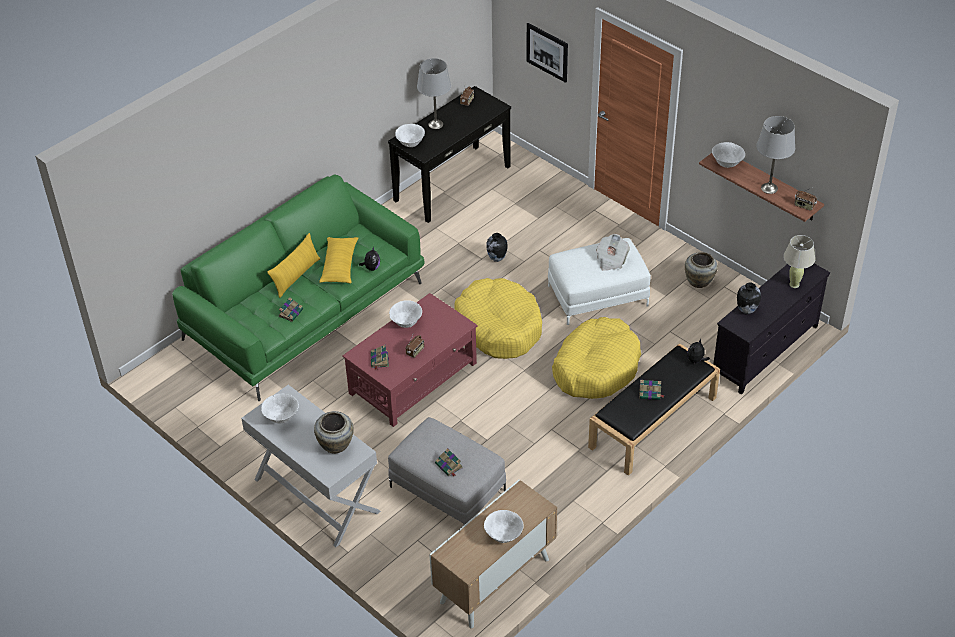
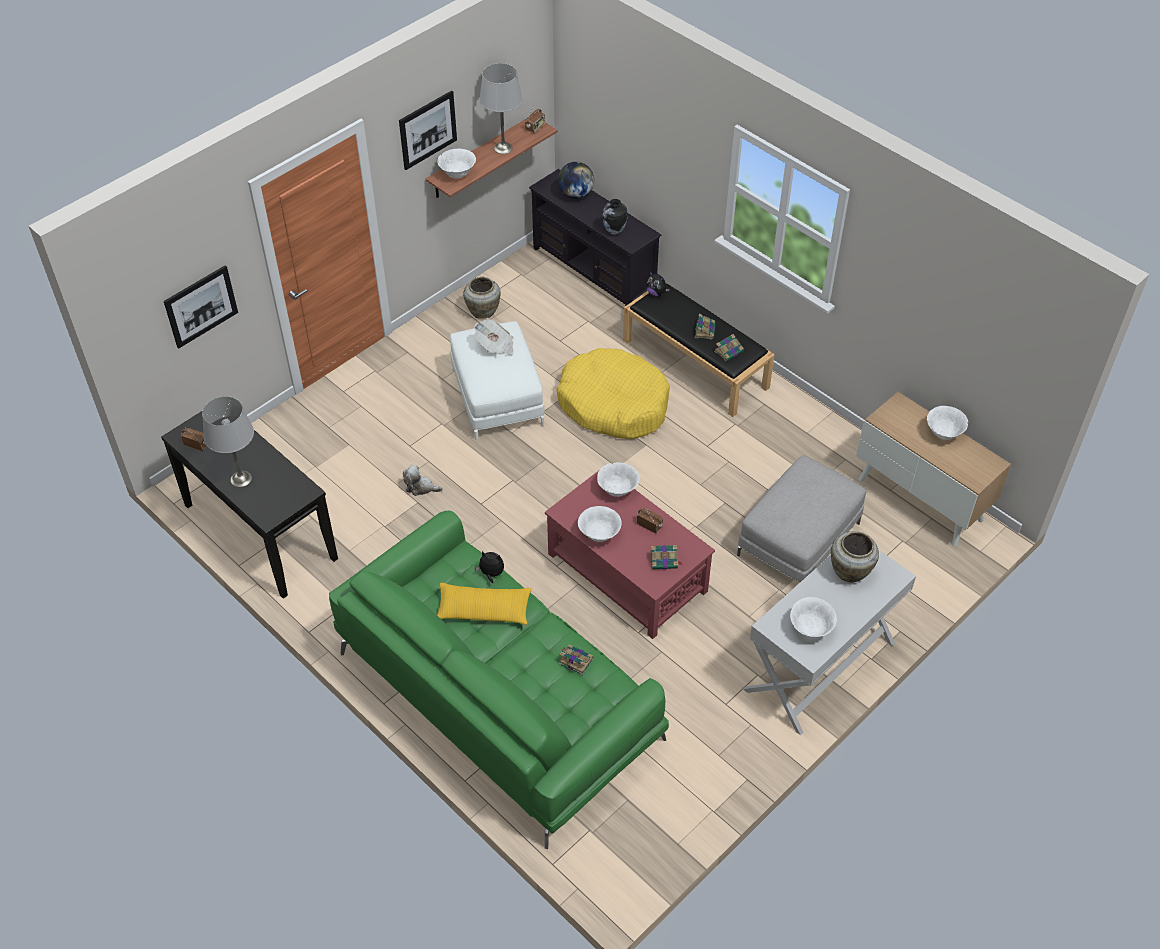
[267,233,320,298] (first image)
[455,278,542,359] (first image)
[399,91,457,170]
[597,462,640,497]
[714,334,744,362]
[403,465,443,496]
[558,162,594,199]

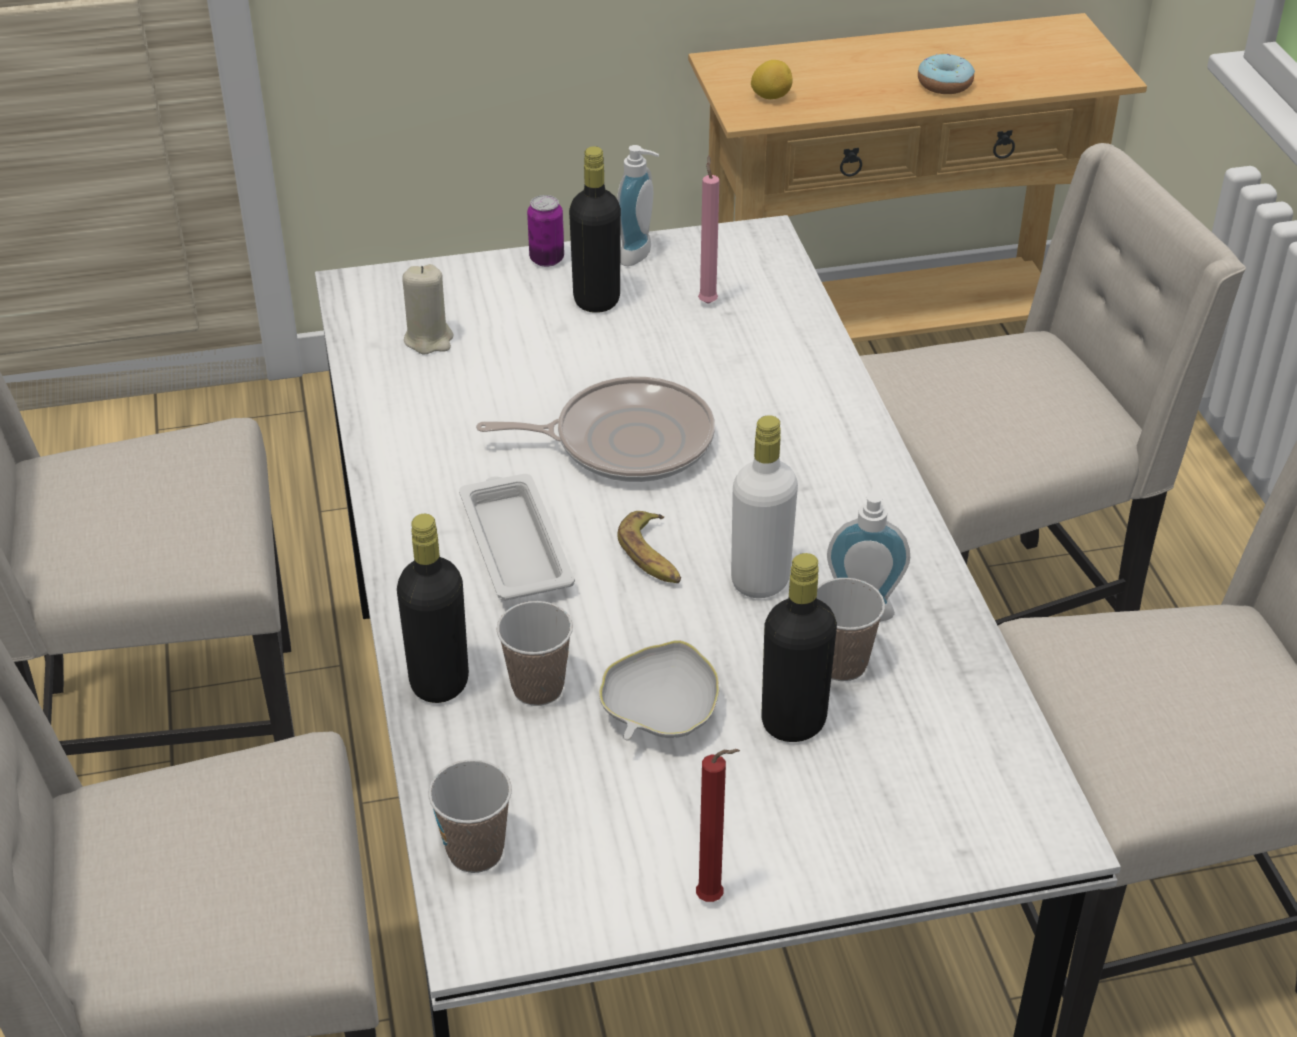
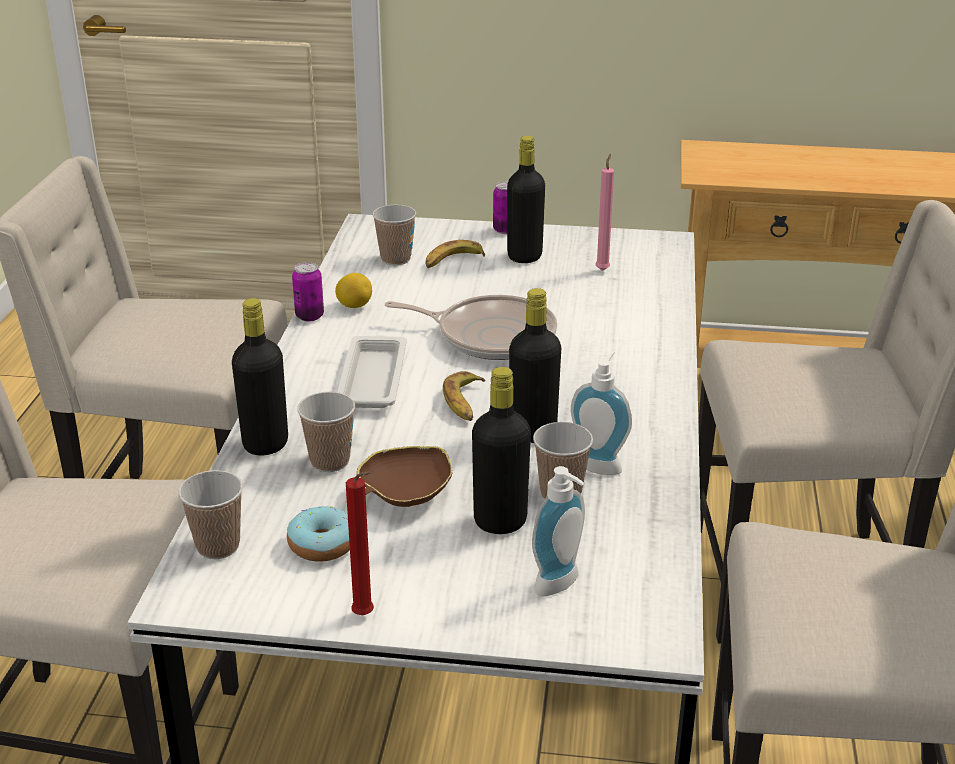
[292,262,324,321]
[425,240,485,268]
[532,466,585,596]
[335,273,372,308]
[287,506,350,562]
[372,205,416,265]
[357,446,453,507]
[509,288,561,443]

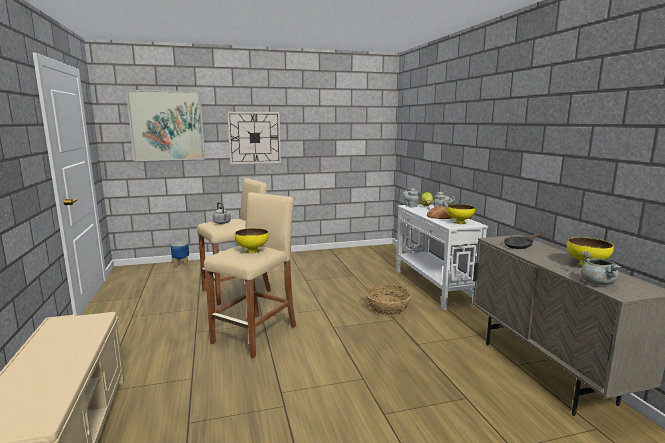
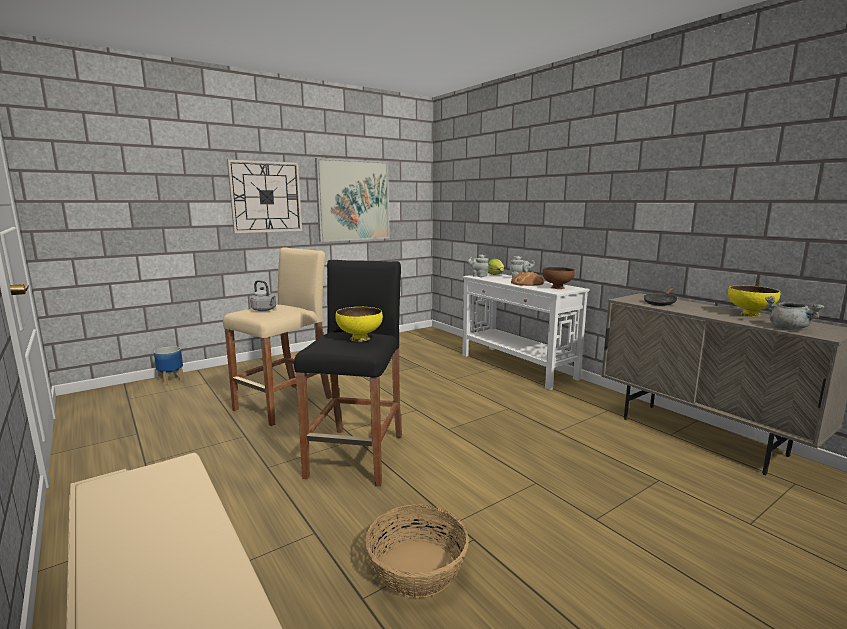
[315,158,390,242]
[365,504,469,598]
[294,260,402,487]
[542,267,575,289]

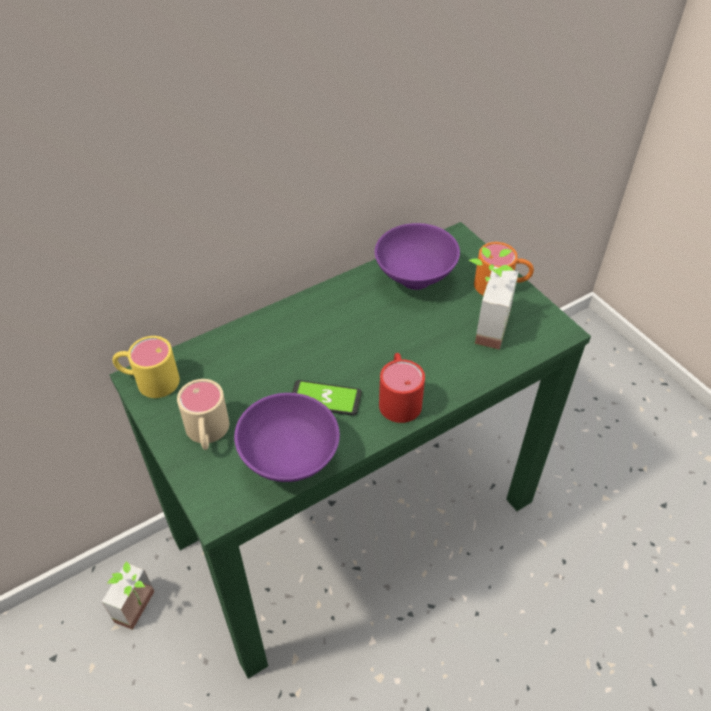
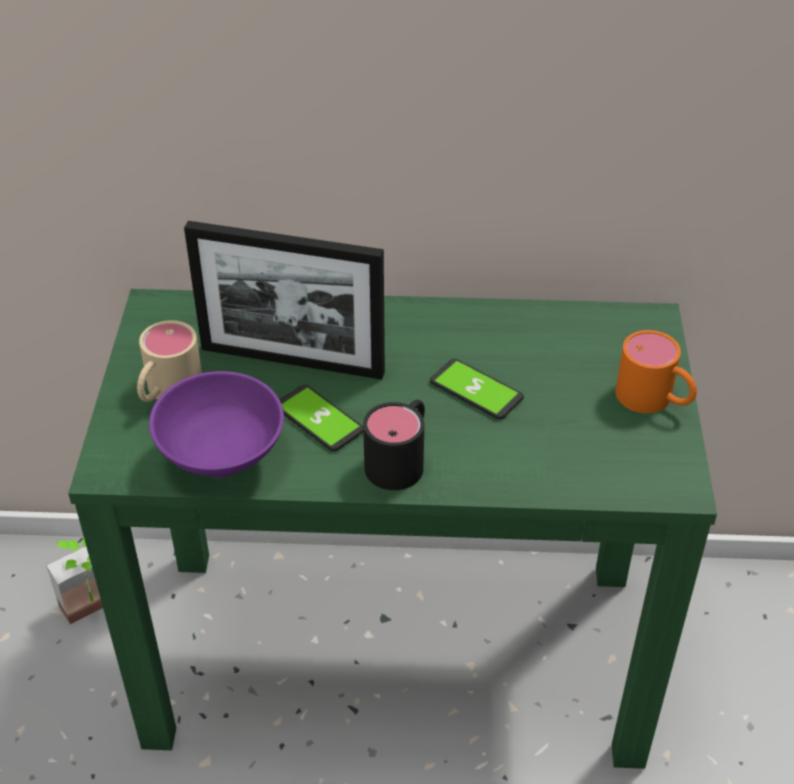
[112,336,180,398] (first image)
[375,223,460,290] (first image)
[468,247,519,350] (first image)
[184,221,385,380]
[430,358,524,419]
[363,400,425,490]

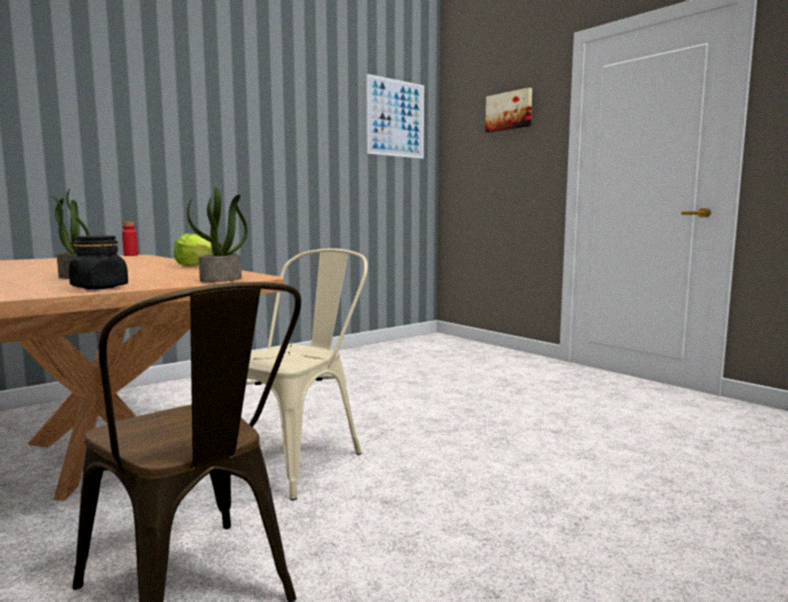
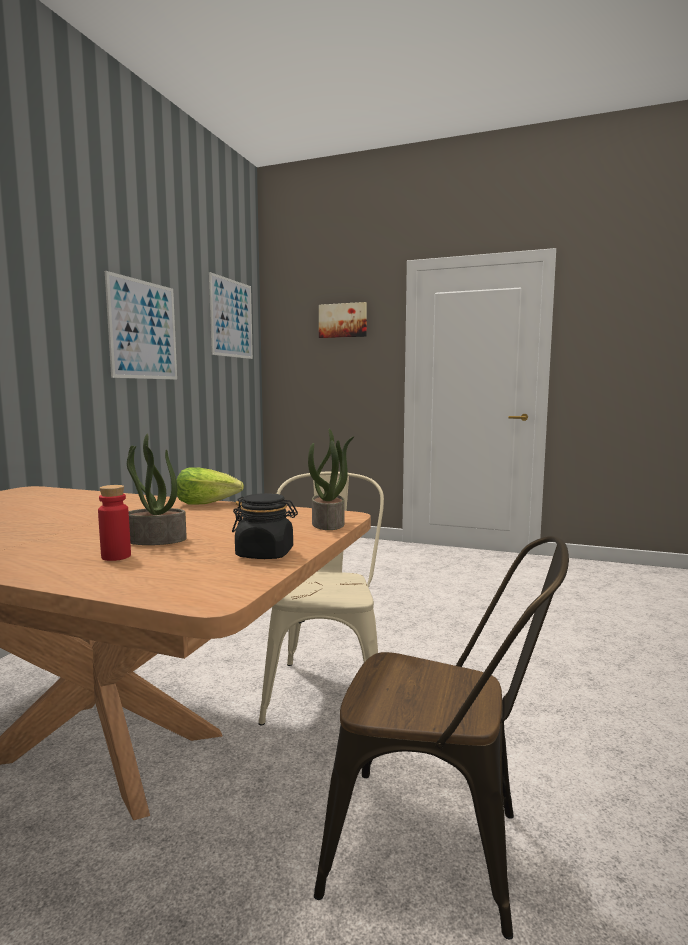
[105,271,177,380]
[98,485,131,561]

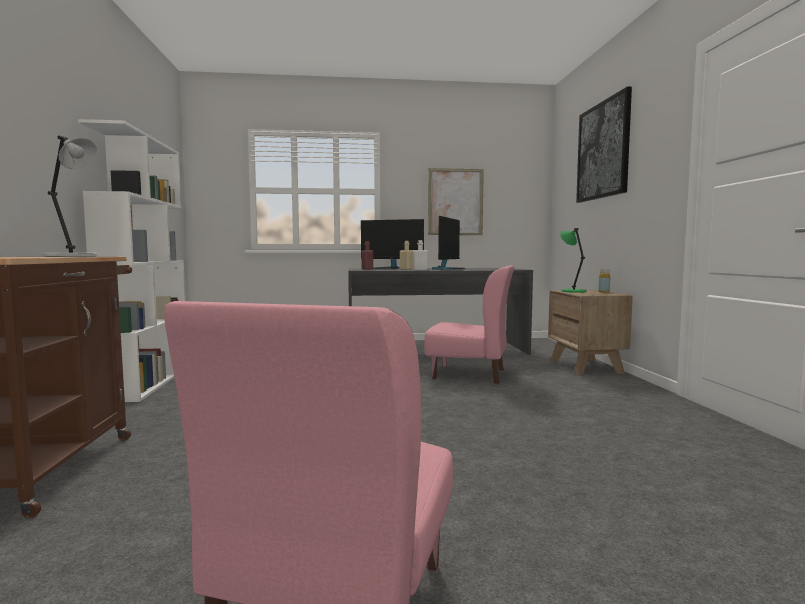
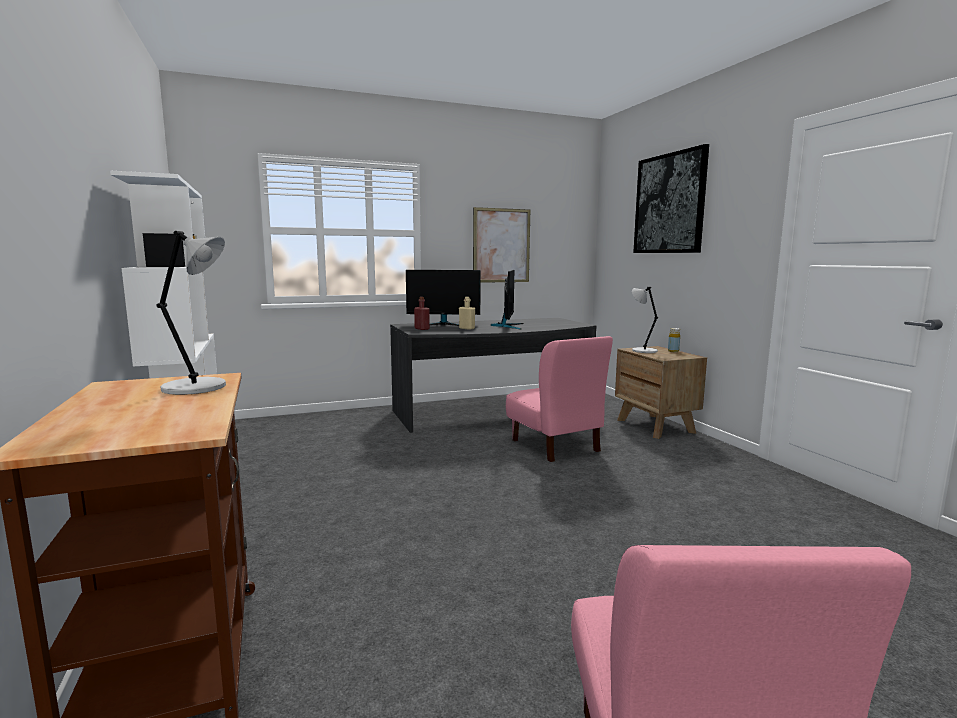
[412,240,429,271] (first image)
[632,287,658,353]
[506,336,613,462]

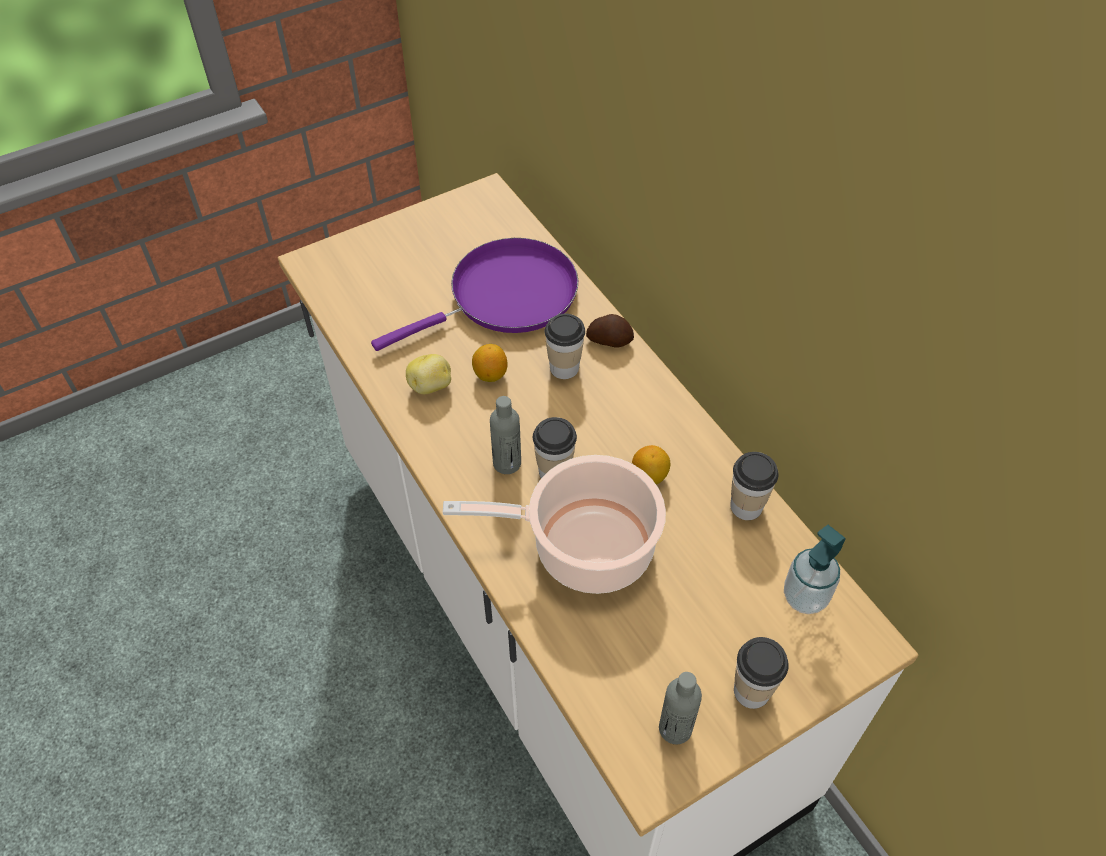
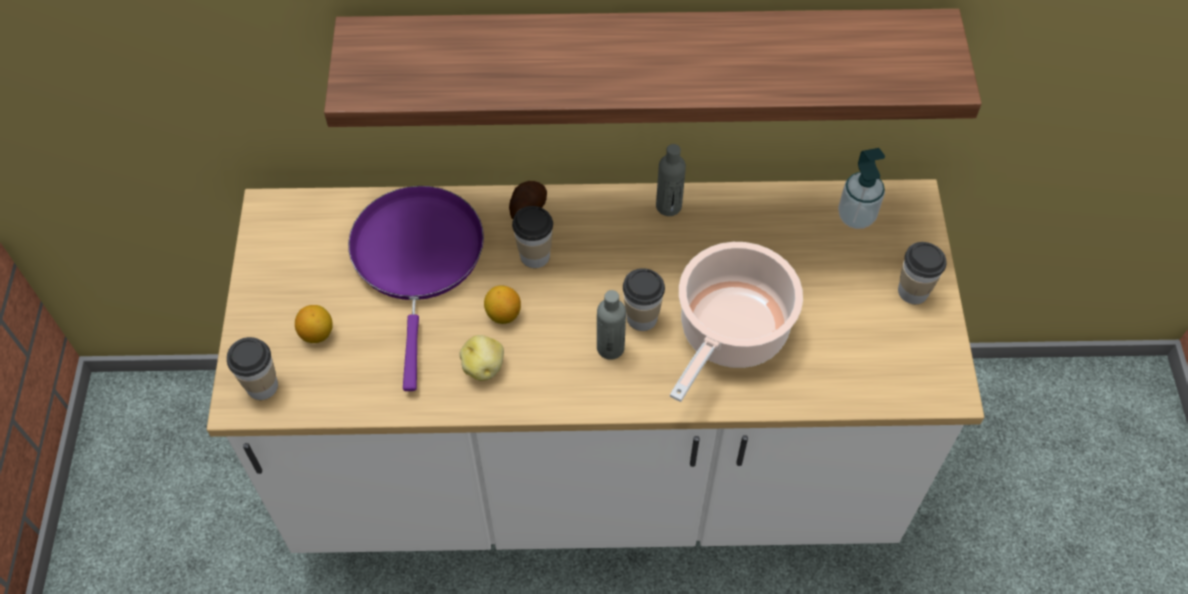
[324,9,982,127]
[295,305,333,343]
[656,144,686,216]
[227,337,278,400]

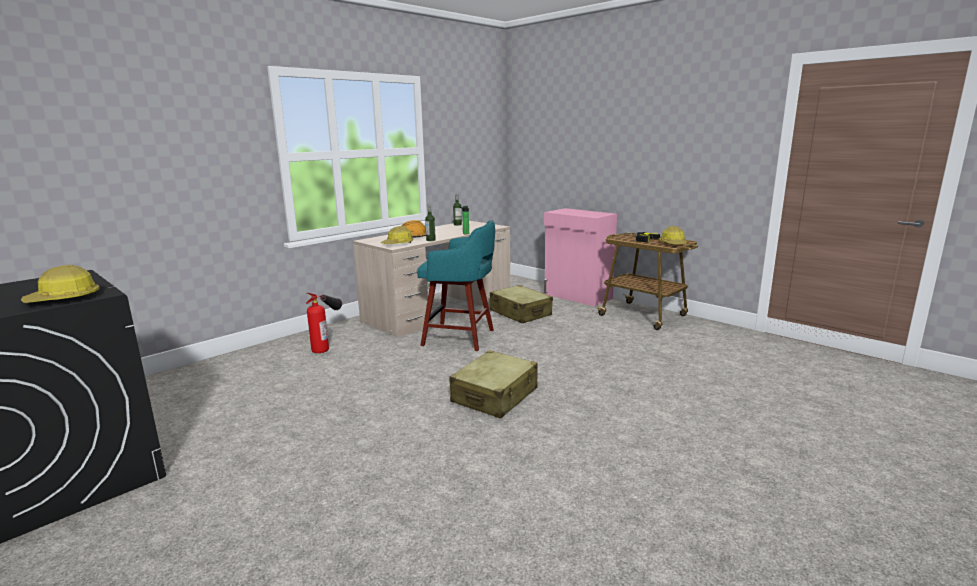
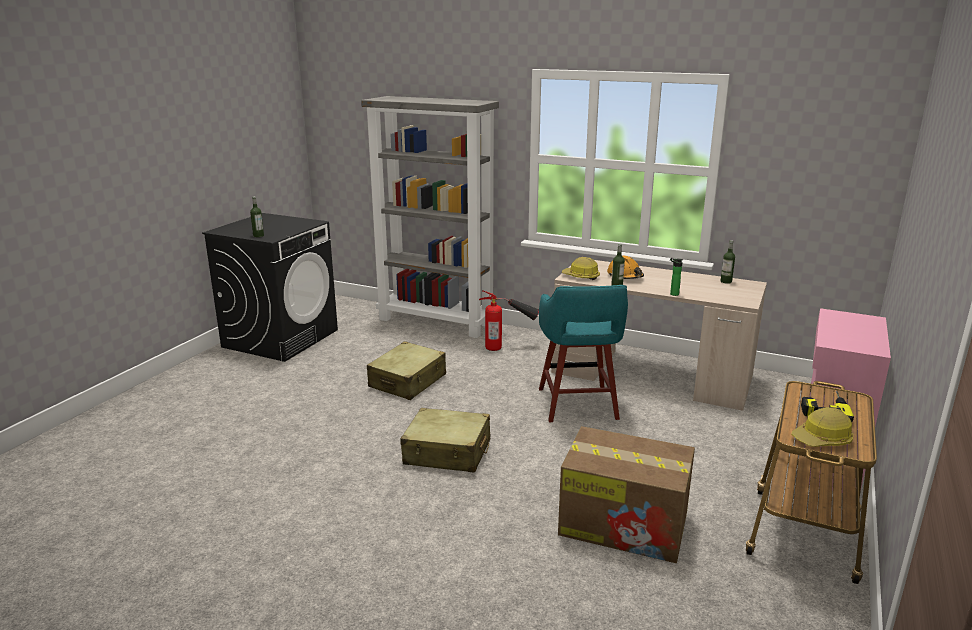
[361,96,499,338]
[558,426,695,563]
[367,341,446,400]
[250,196,264,237]

